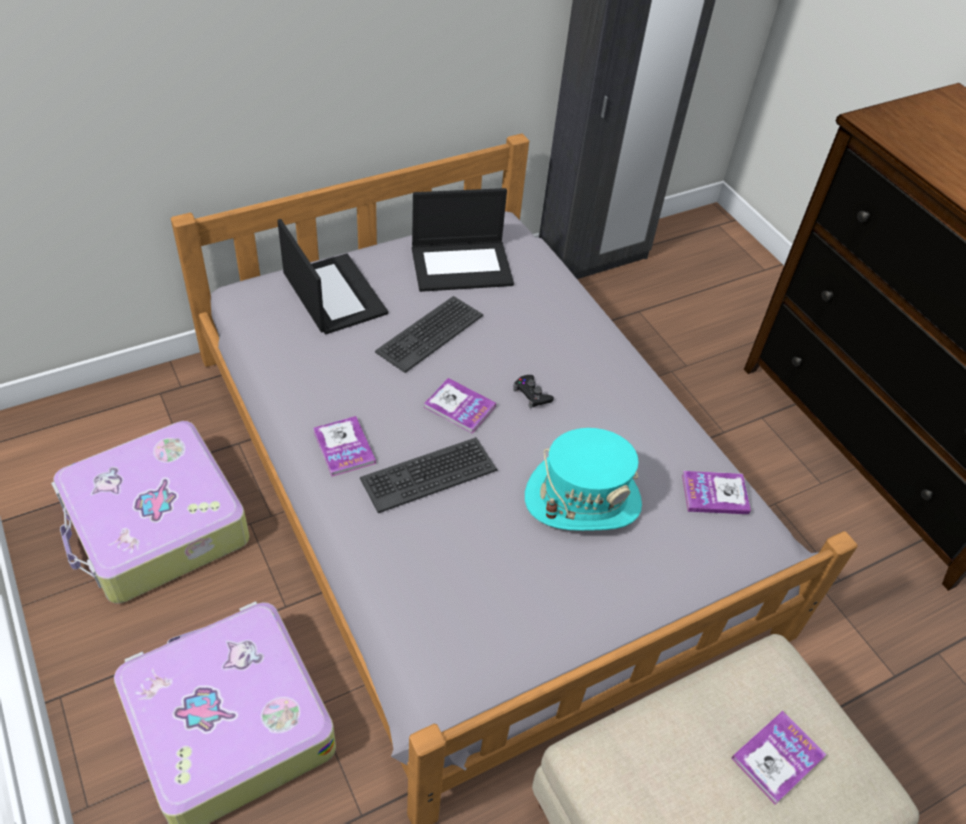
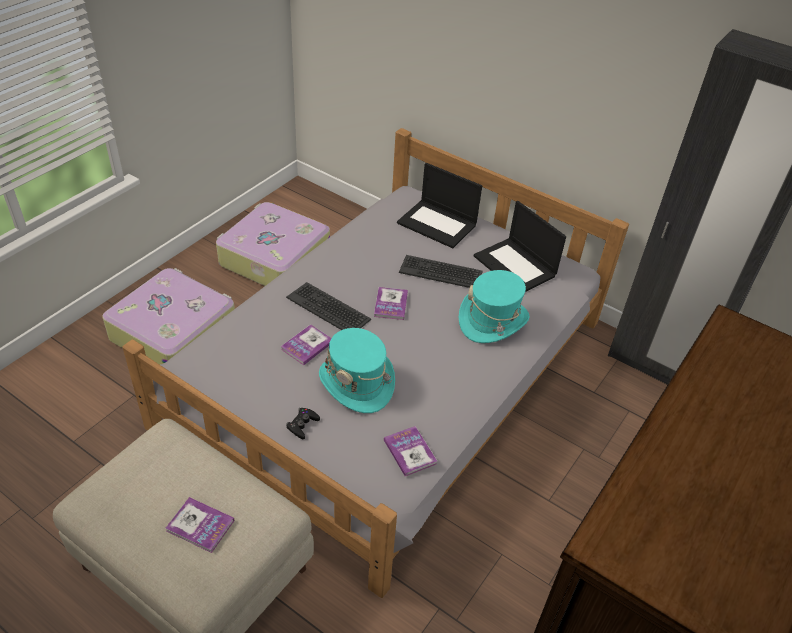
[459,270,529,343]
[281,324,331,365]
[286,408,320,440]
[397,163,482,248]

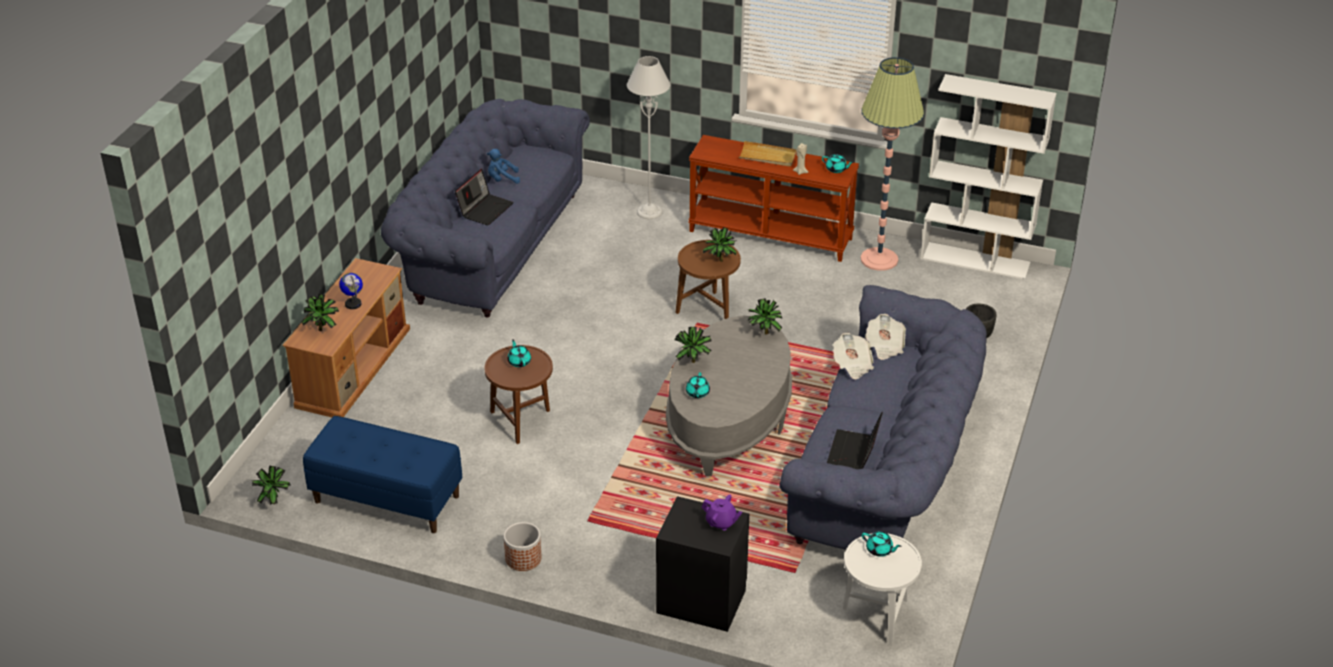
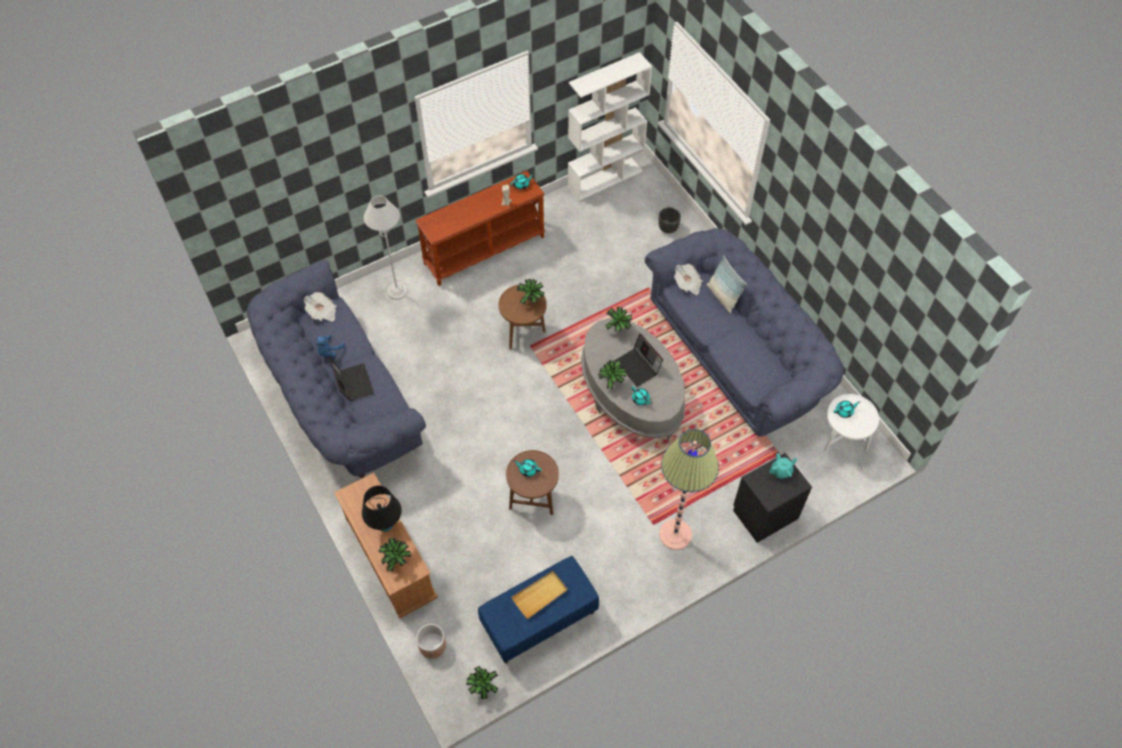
[707,255,747,313]
[416,624,446,659]
[512,571,567,619]
[615,333,663,387]
[304,292,337,321]
[659,429,719,550]
[362,486,402,532]
[769,453,797,478]

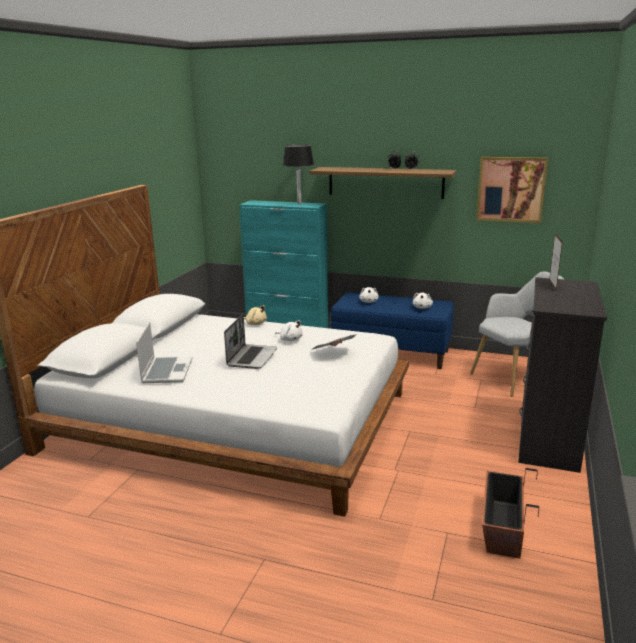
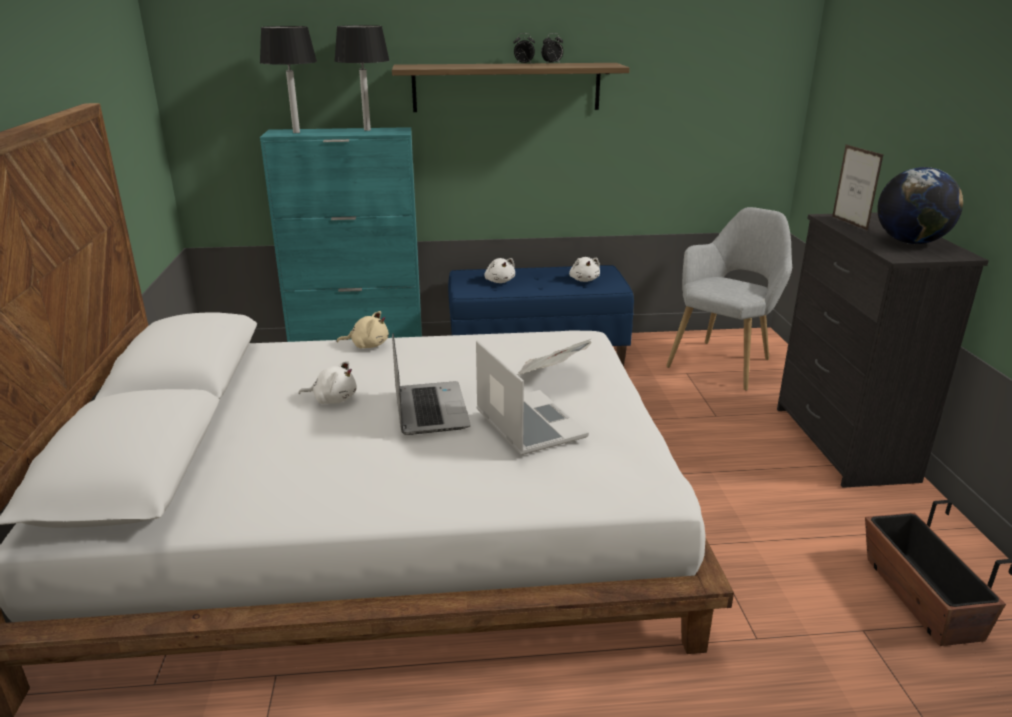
[476,157,548,223] (first image)
[260,26,317,133]
[877,167,963,244]
[476,340,589,455]
[298,361,357,404]

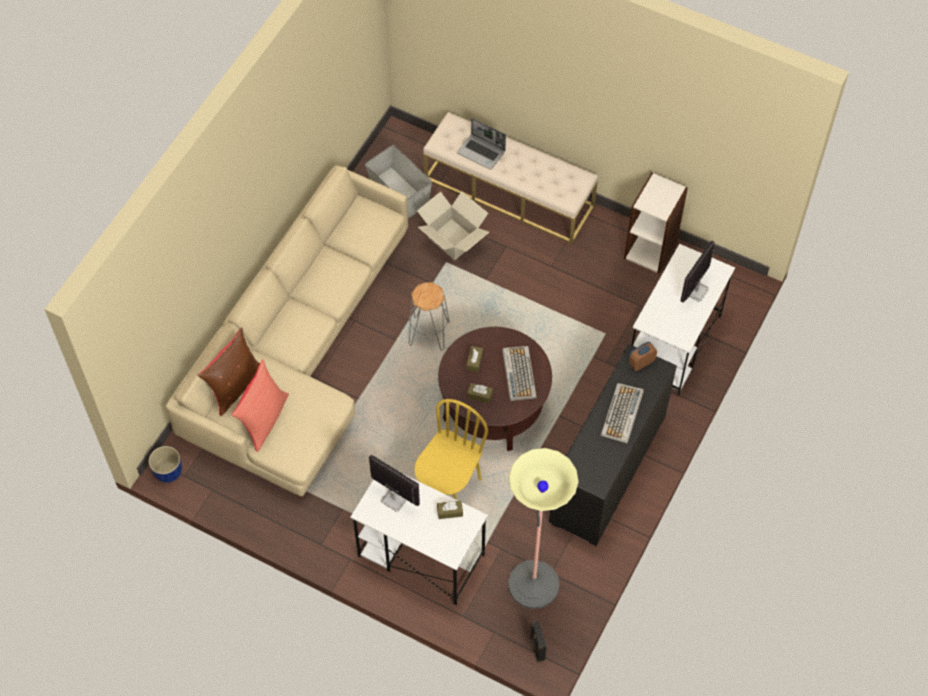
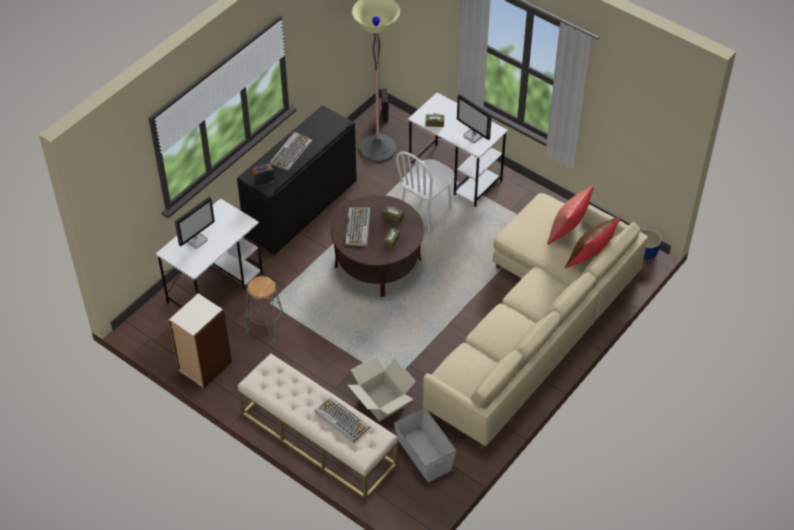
[246,276,285,342]
[315,397,370,443]
[396,152,454,232]

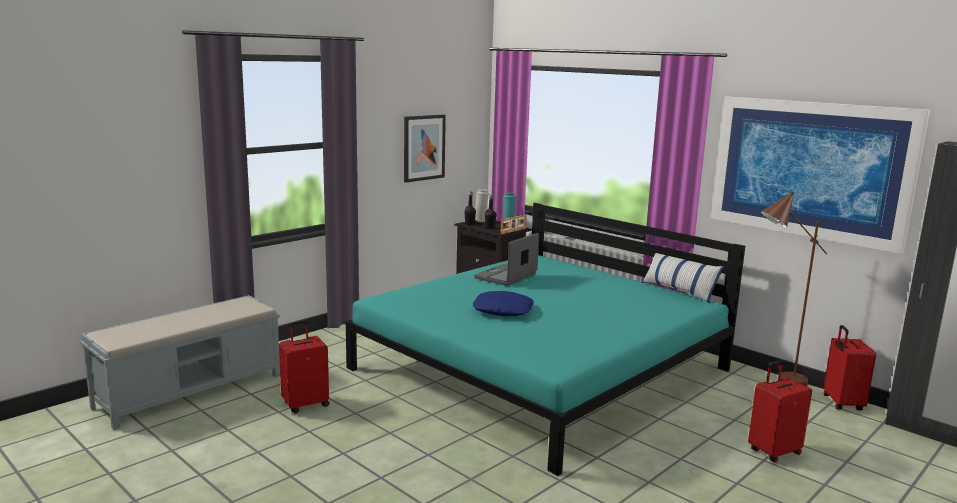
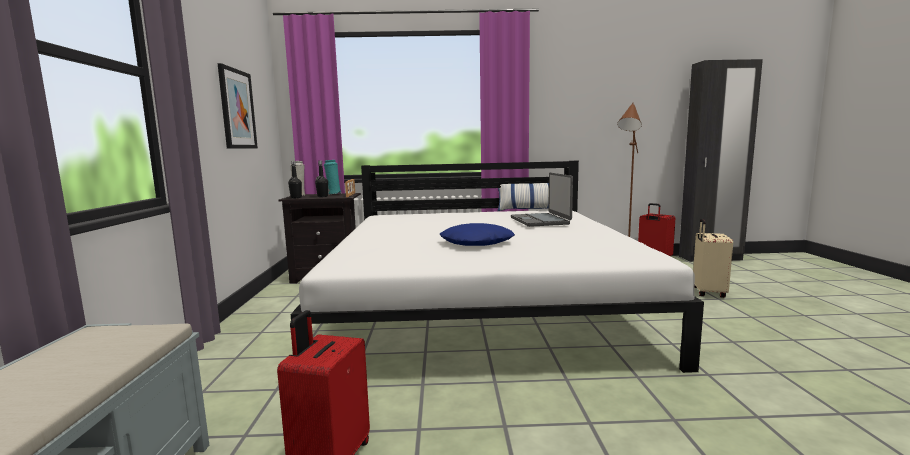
[711,96,930,254] (first image)
[511,173,573,227]
[291,161,704,373]
[693,218,733,298]

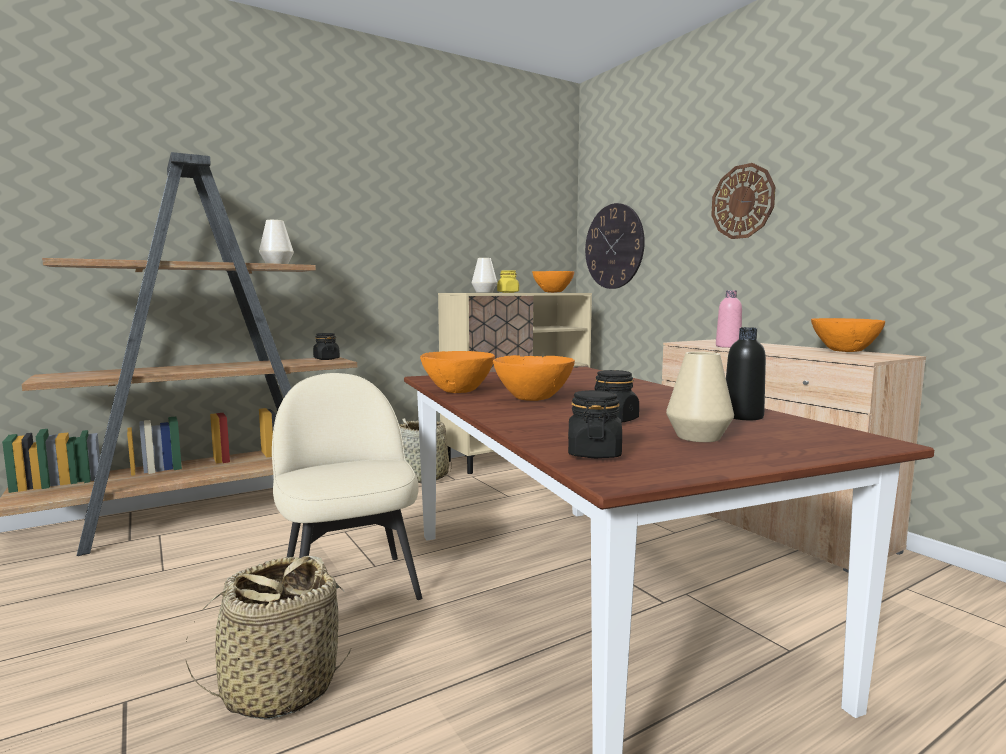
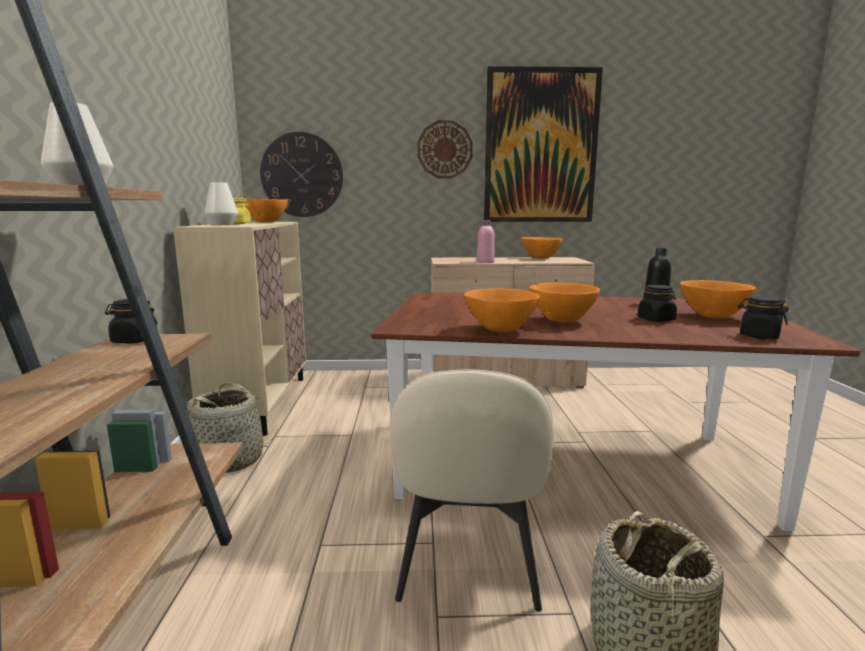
[484,66,603,222]
[680,280,756,318]
[390,369,554,612]

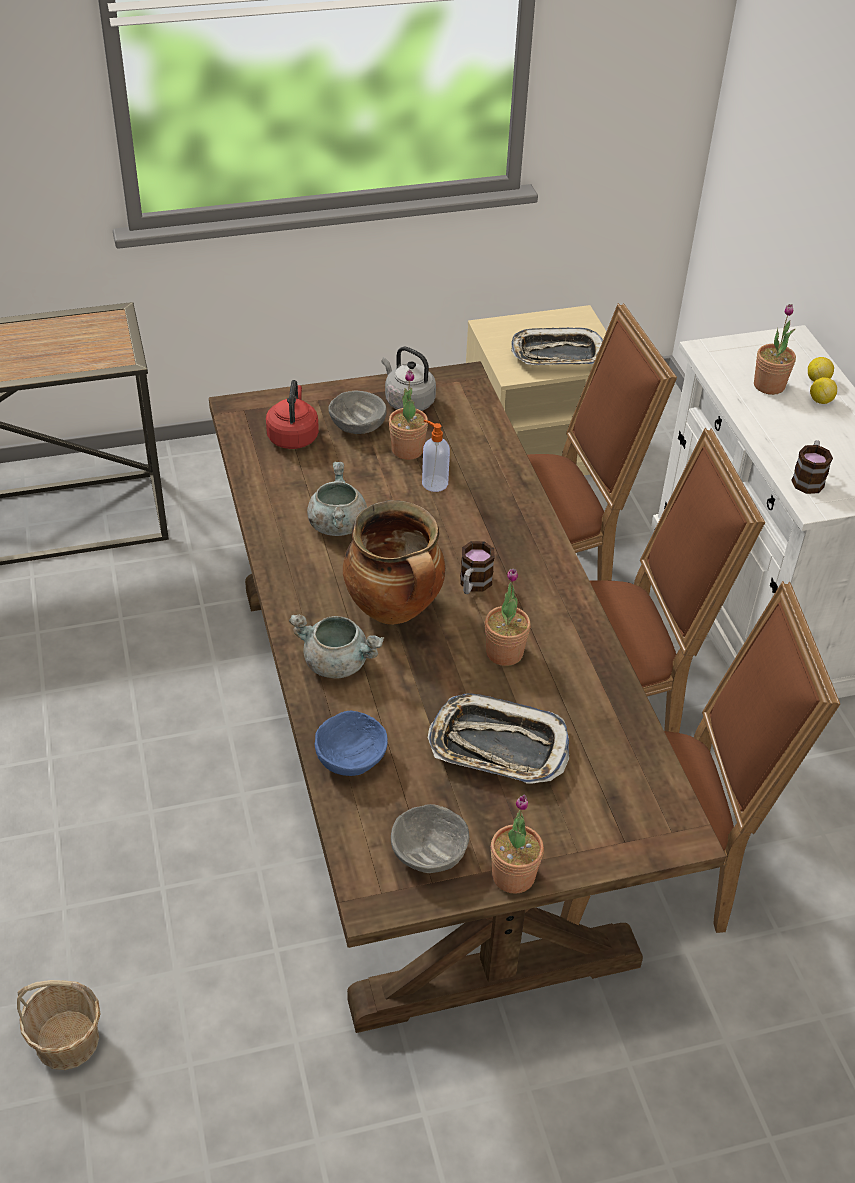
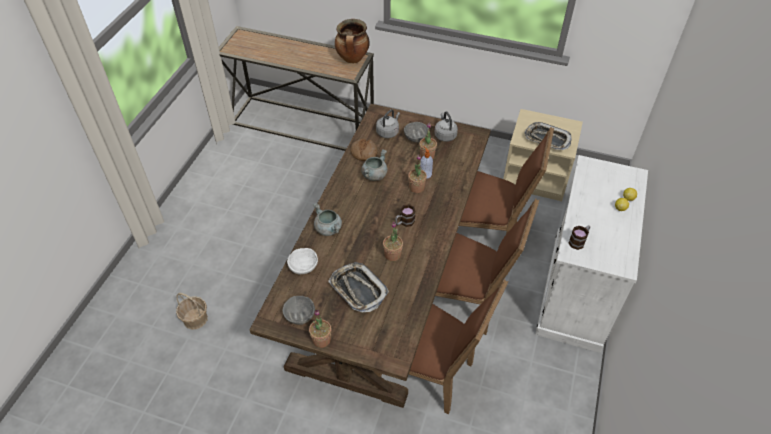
[350,139,378,161]
[335,19,370,63]
[408,155,427,193]
[376,109,400,138]
[287,248,318,274]

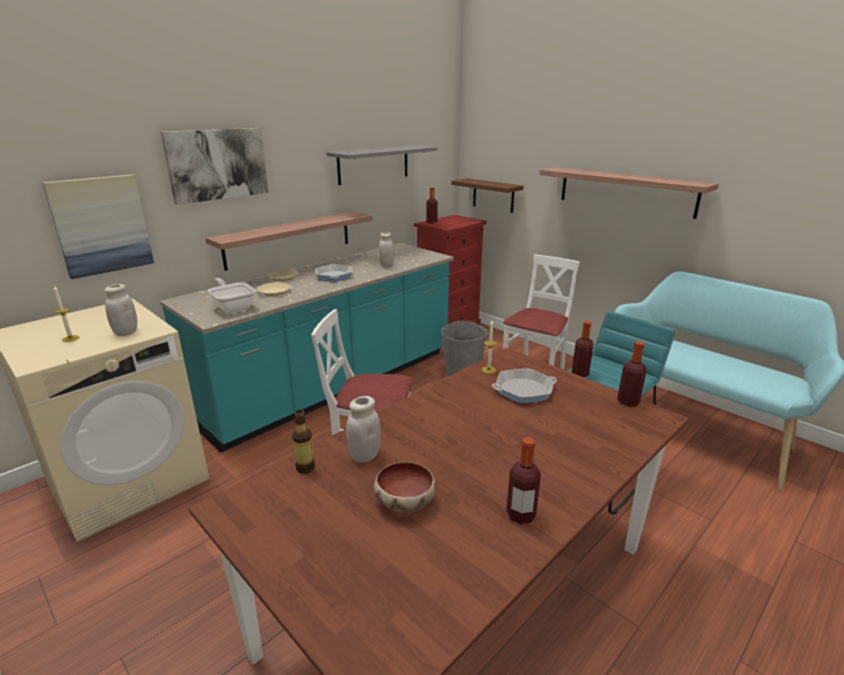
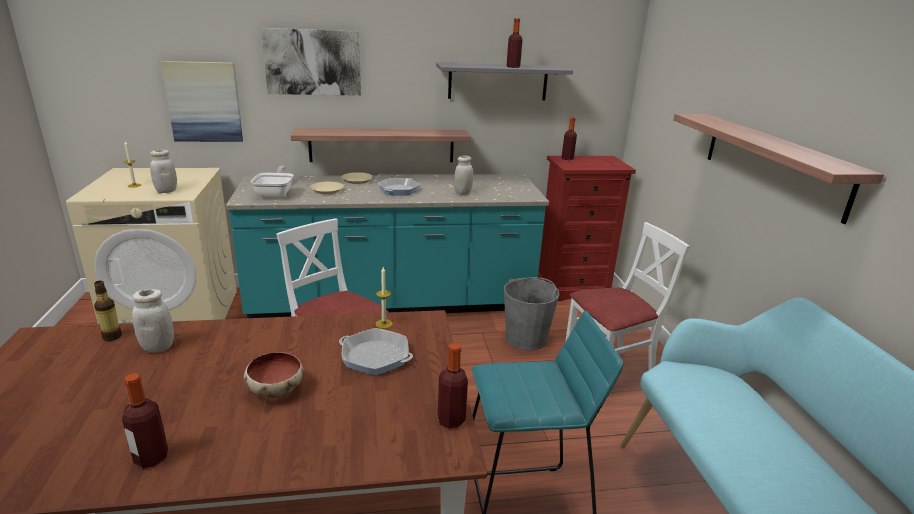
[451,178,524,213] (first image)
[244,352,303,398]
[507,18,523,68]

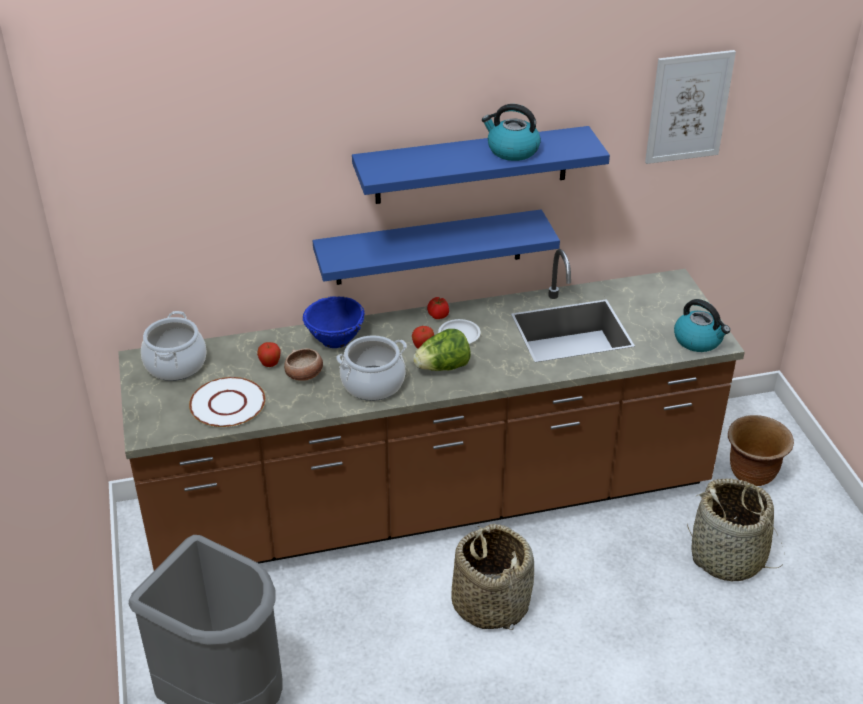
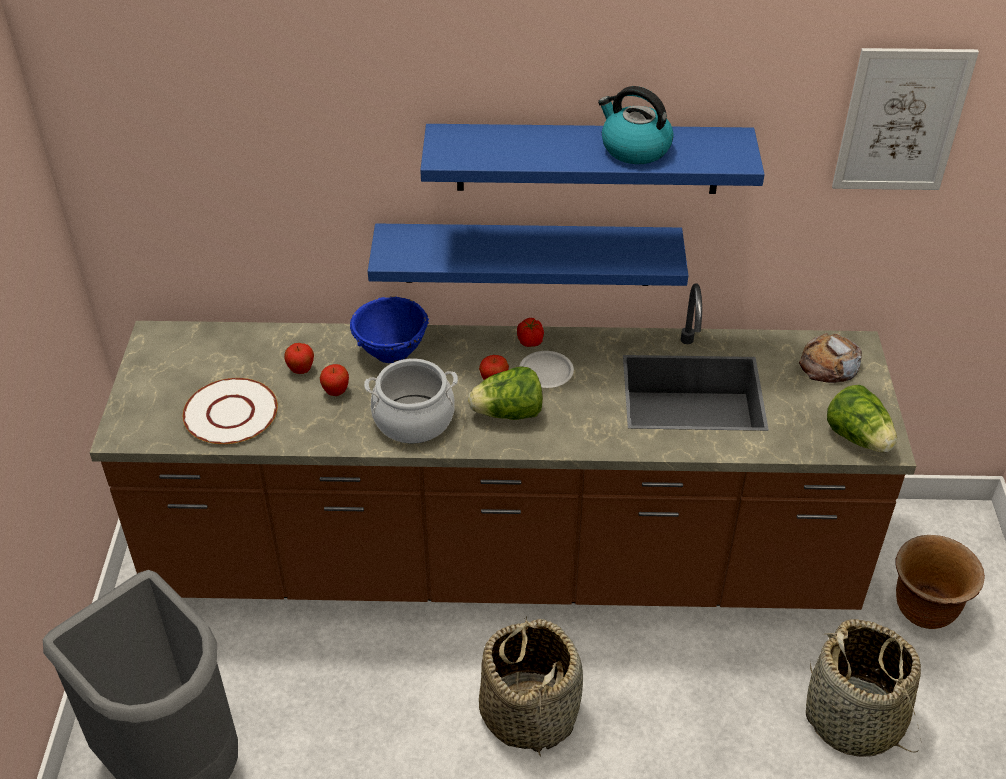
[141,311,207,381] (first image)
[799,333,862,383]
[320,364,349,396]
[827,385,897,452]

